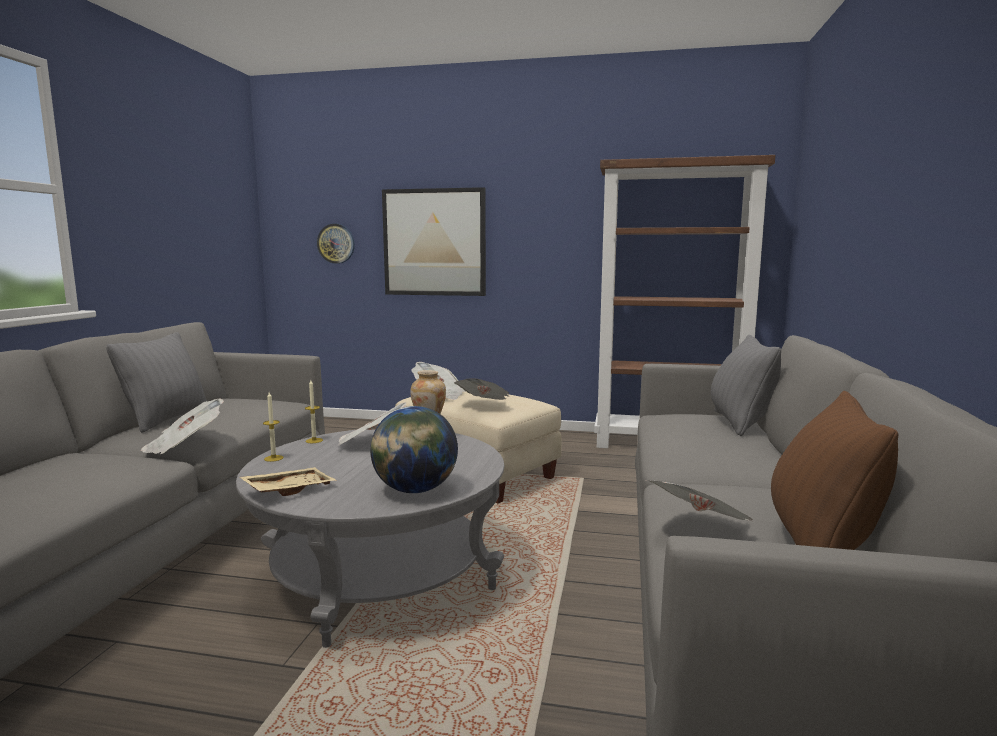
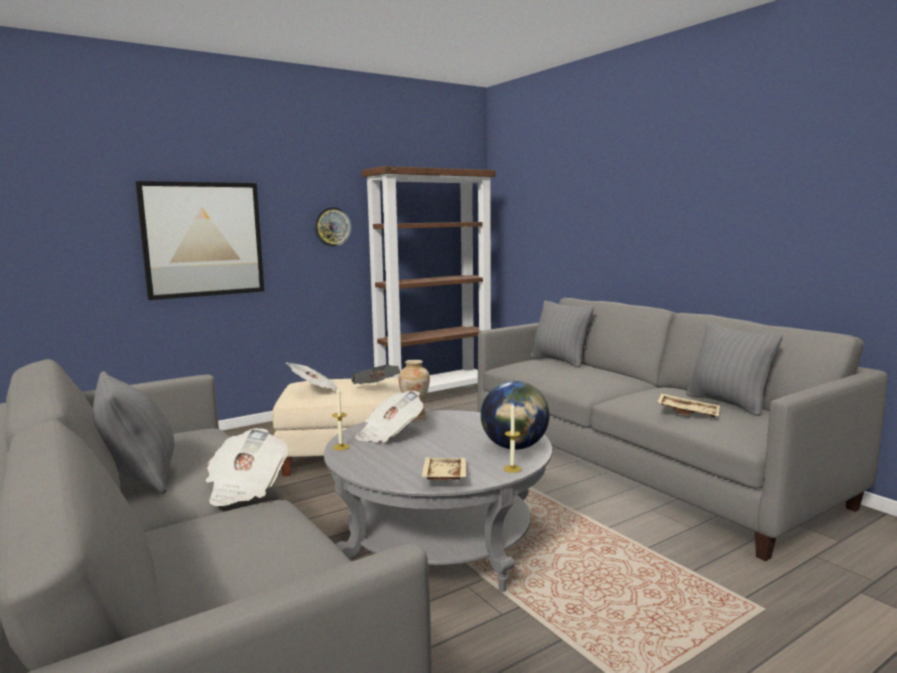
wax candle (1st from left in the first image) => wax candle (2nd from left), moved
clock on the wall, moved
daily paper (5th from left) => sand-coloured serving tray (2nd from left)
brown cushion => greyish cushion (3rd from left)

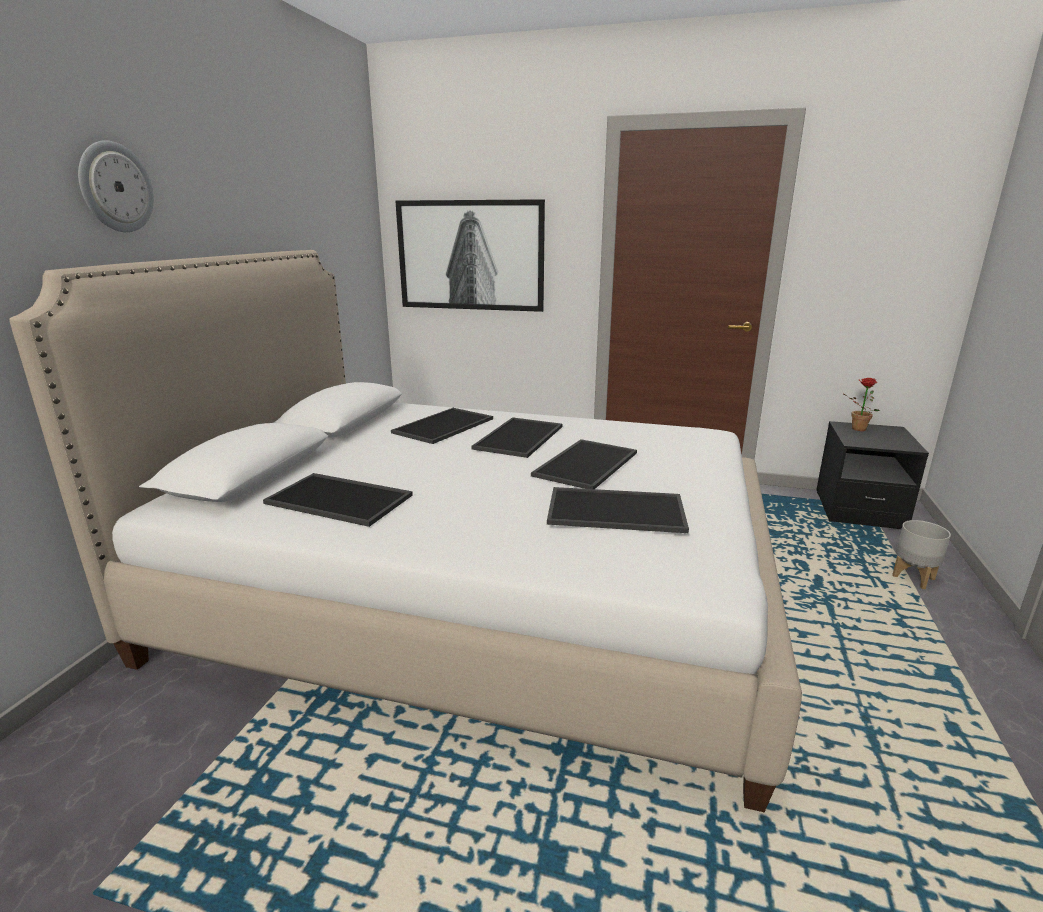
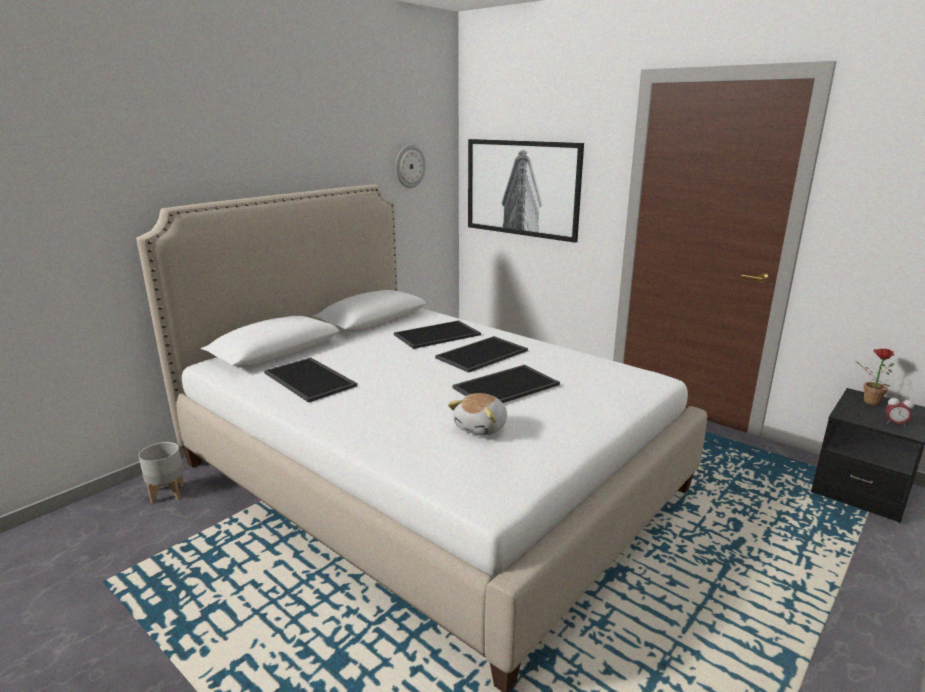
clock on the wall, moved
serving tray (5th from left) => cuddly toy
greyish flower pot, moved
nothing => table clock

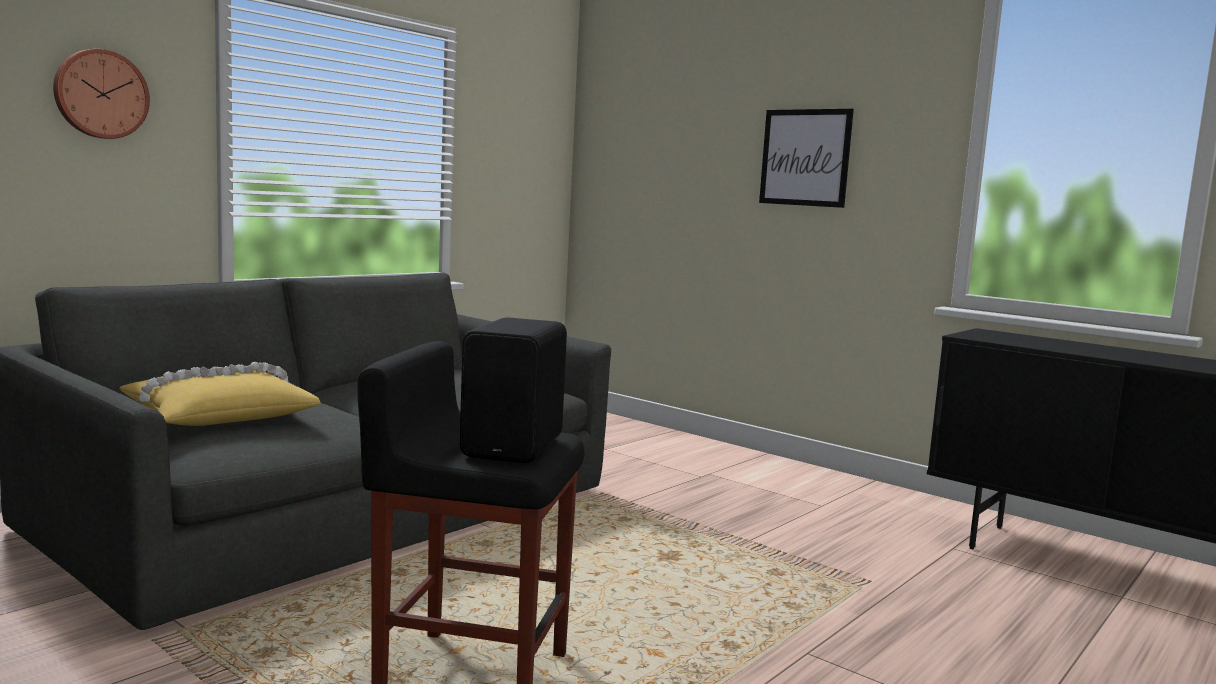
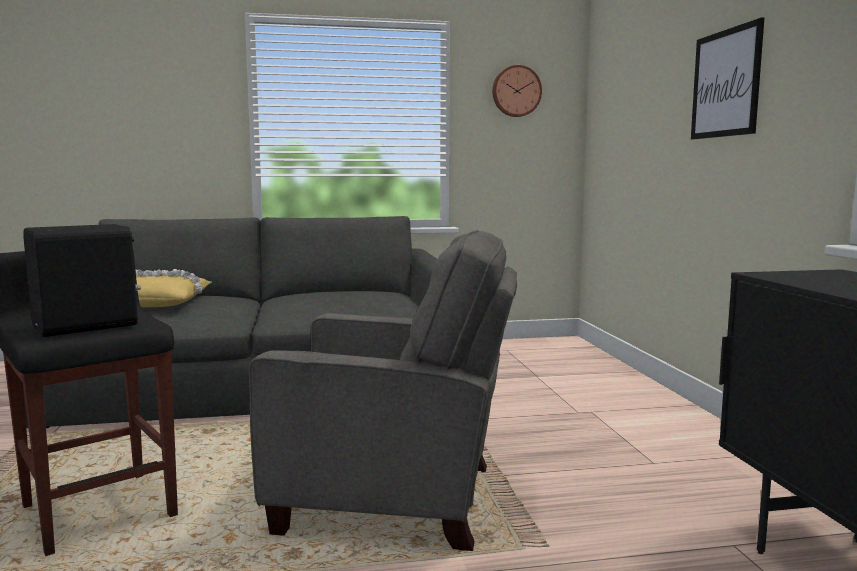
clock on the wall, moved
nothing => greyish armchair

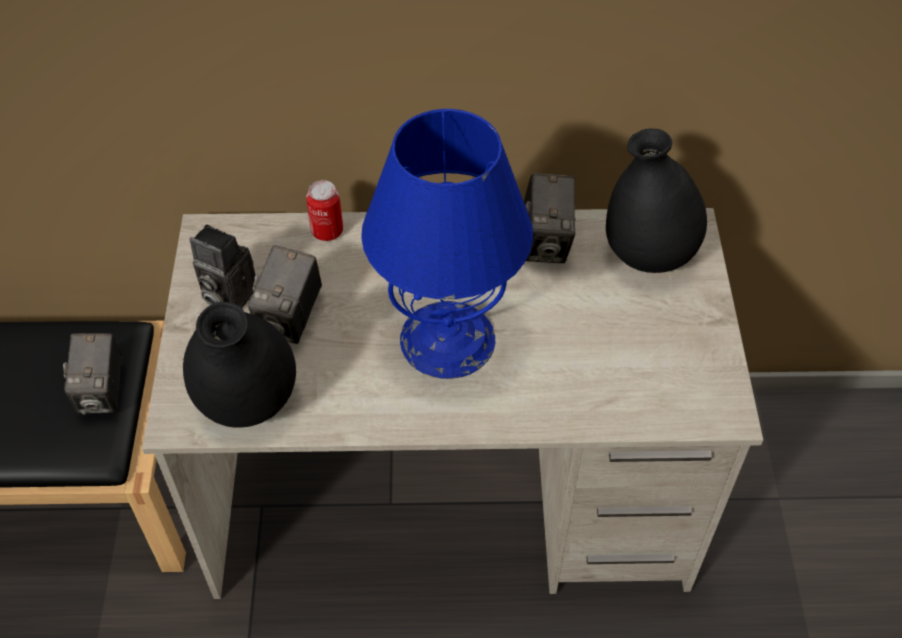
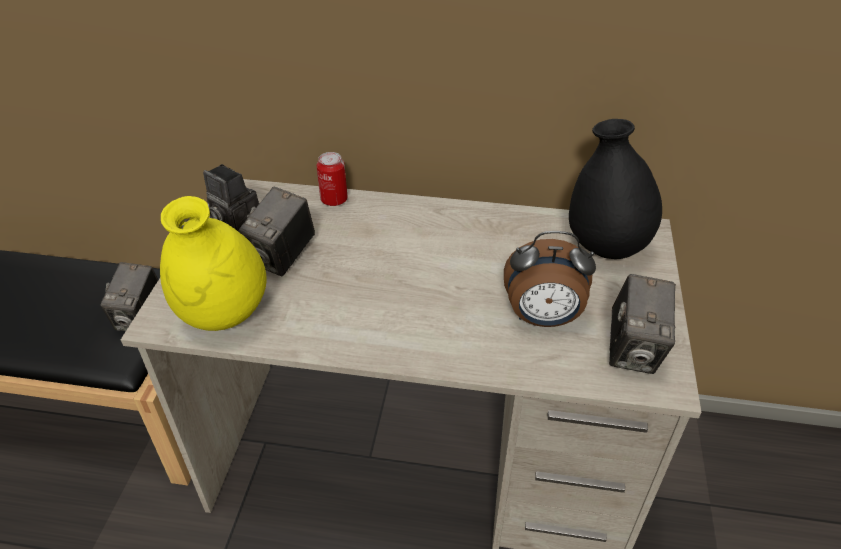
blackish decorative vase (1st from left) => yellow-coloured decorative vase
blue-coloured tabletop lamp => nothing
still camera (4th from left), moved
nothing => table clock

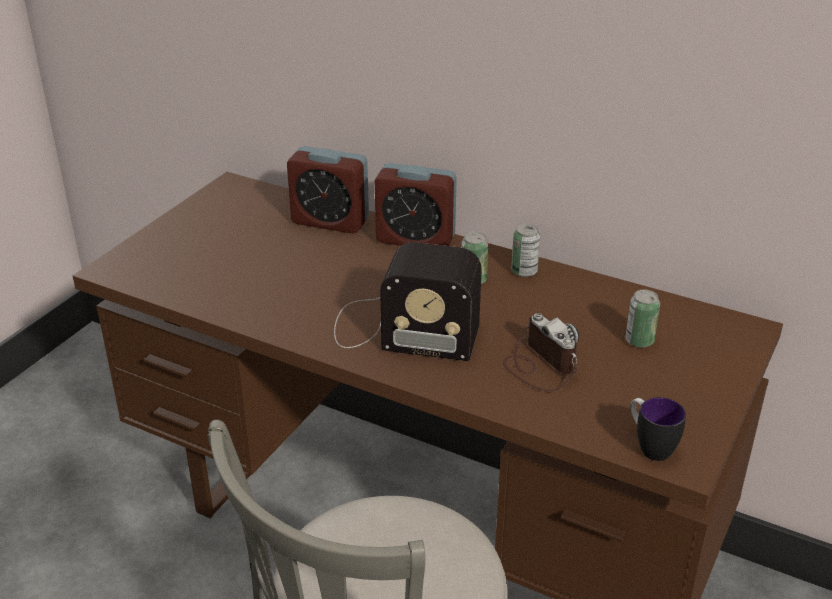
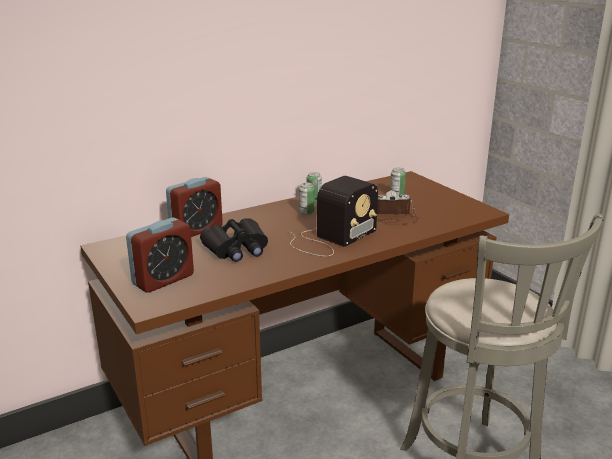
table clock (2nd from left in the first image) => table clock (1st from left), moved
tea mug => nothing
nothing => blackish pair of binoculars

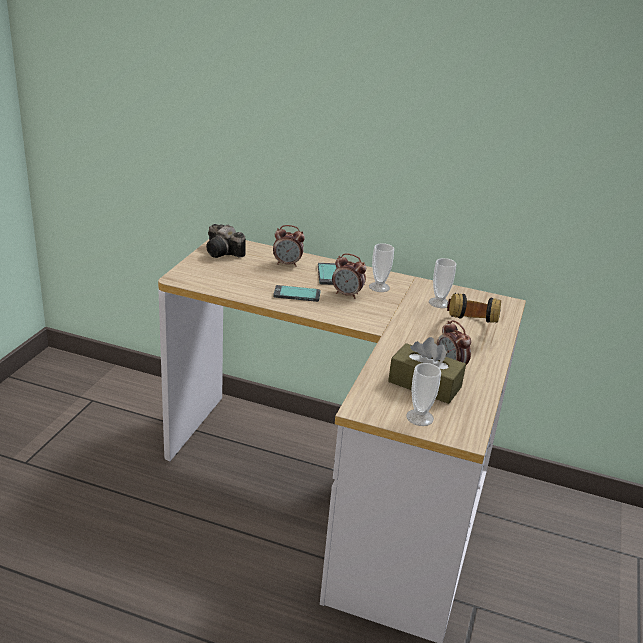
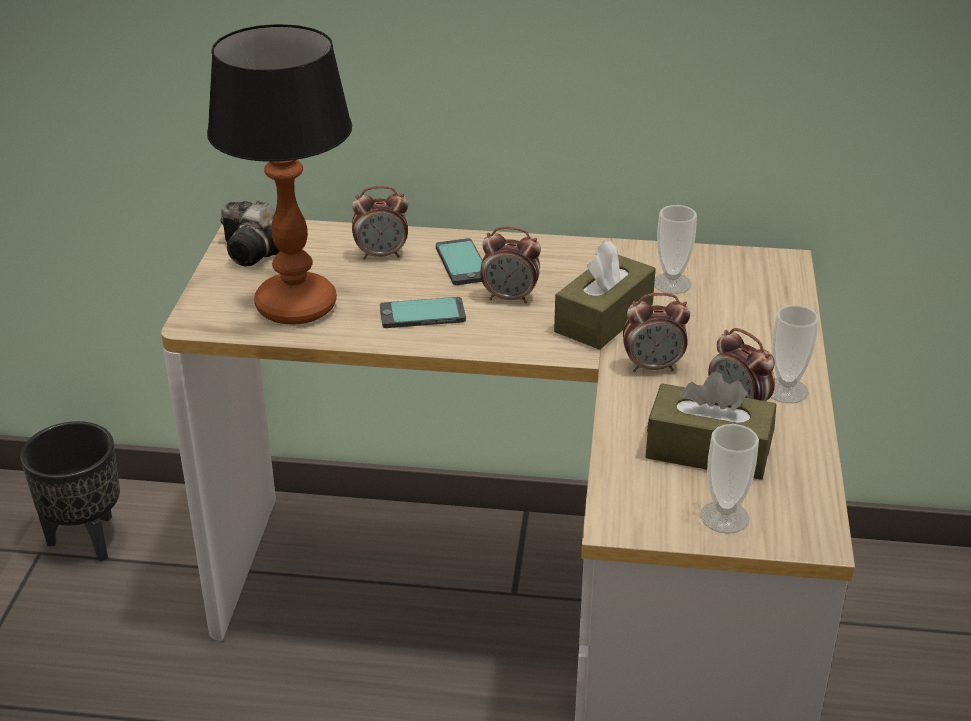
drinking cup (1st from left in the first image) => drinking cup (3rd from left), moved
headphones => nothing
nothing => blackish flower pot
nothing => tabletop lamp
nothing => brown tissue holder (1st from left)
nothing => table clock (3rd from left)

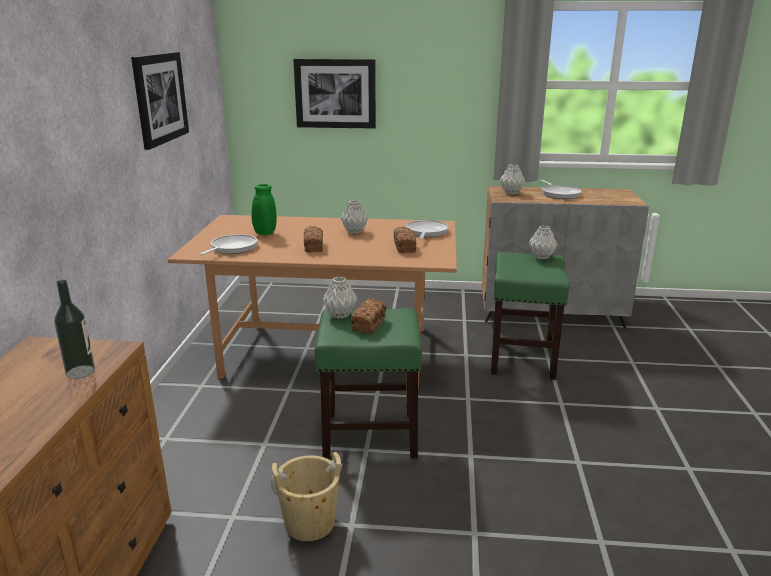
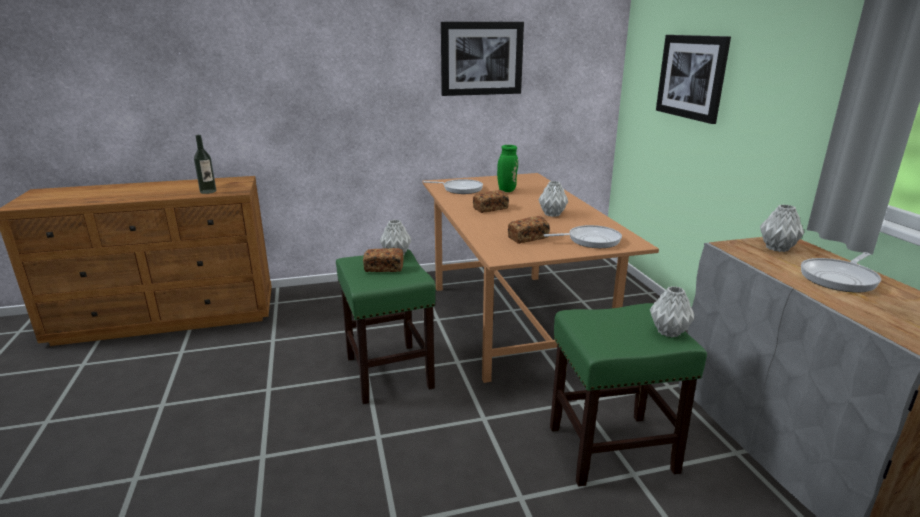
sand-coloured bucket => nothing

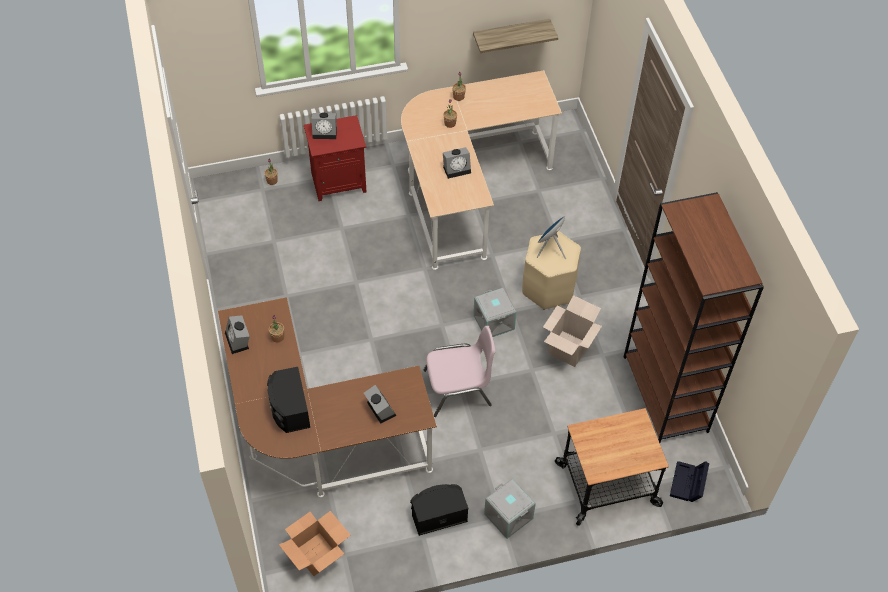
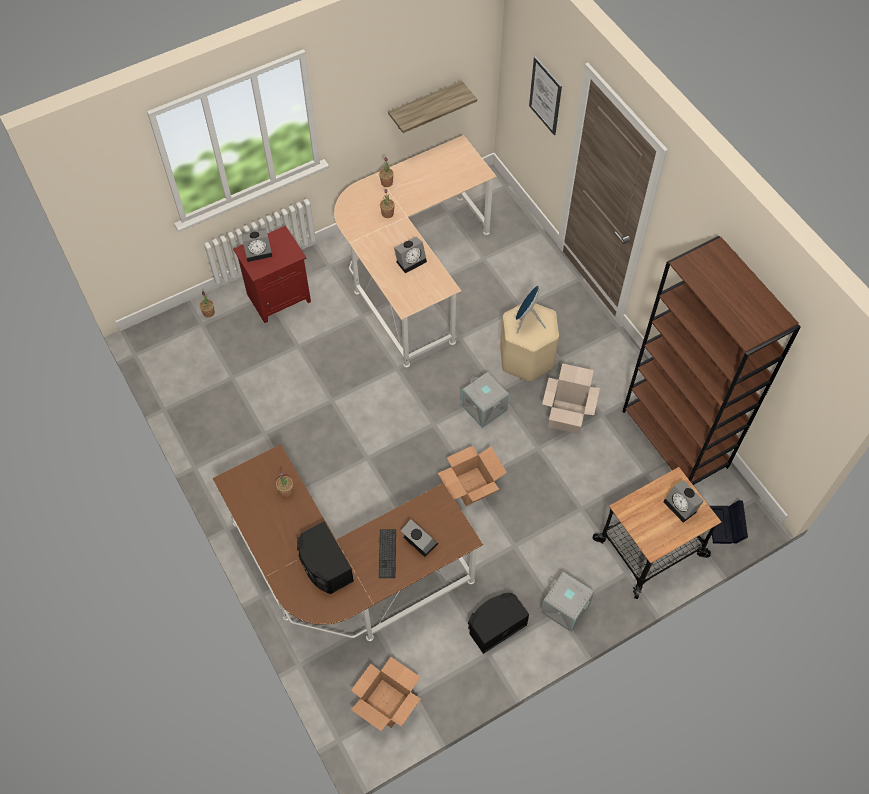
table clock (1st from left in the first image) => table clock (4th from left), moved
pink-coloured upright chair => packing box (2nd from left)
nothing => PC keyboard
nothing => picture

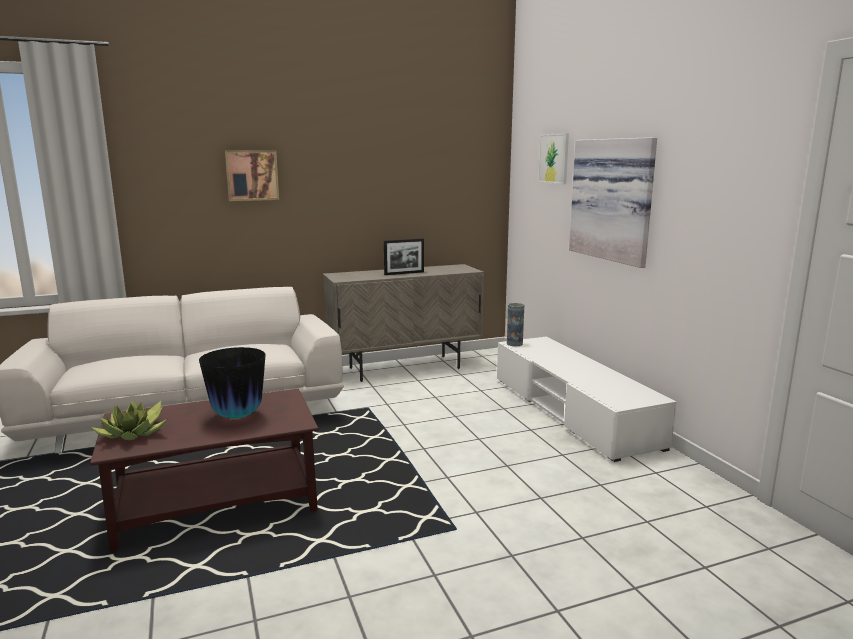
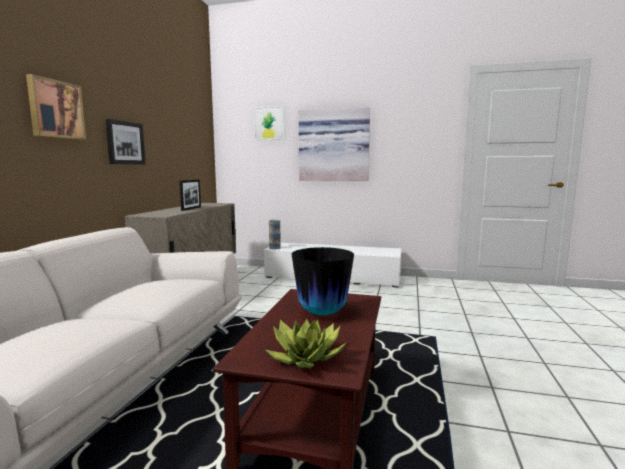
nothing => picture (2nd from left)

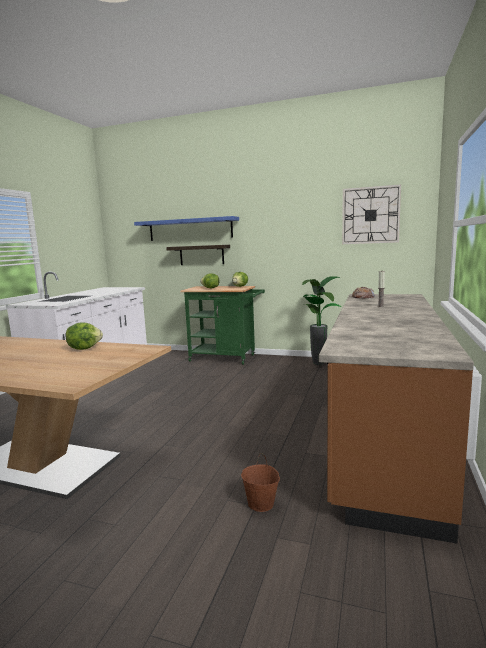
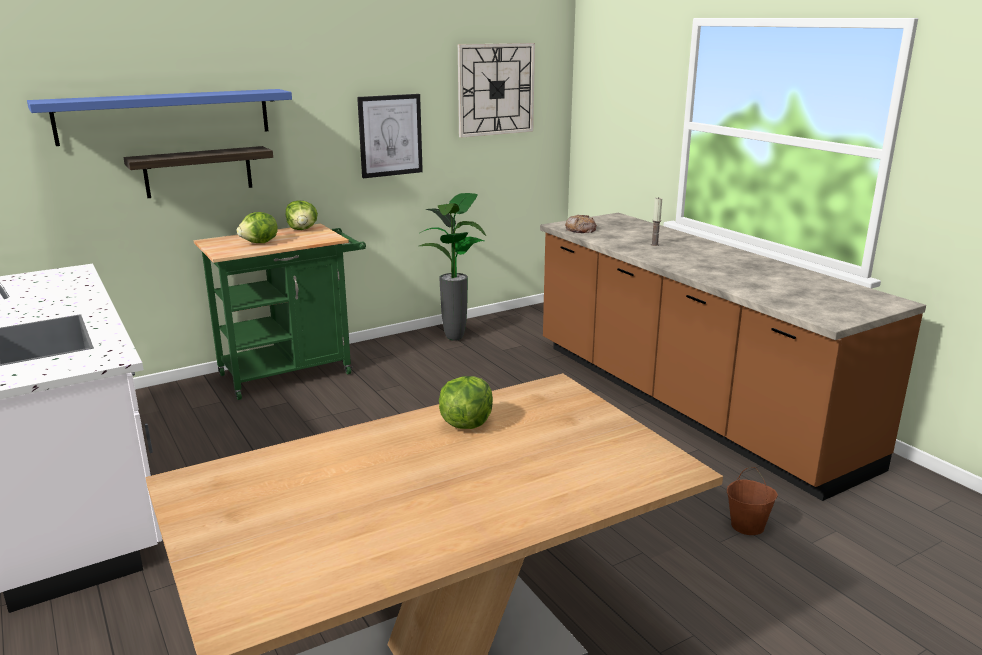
nothing => picture

